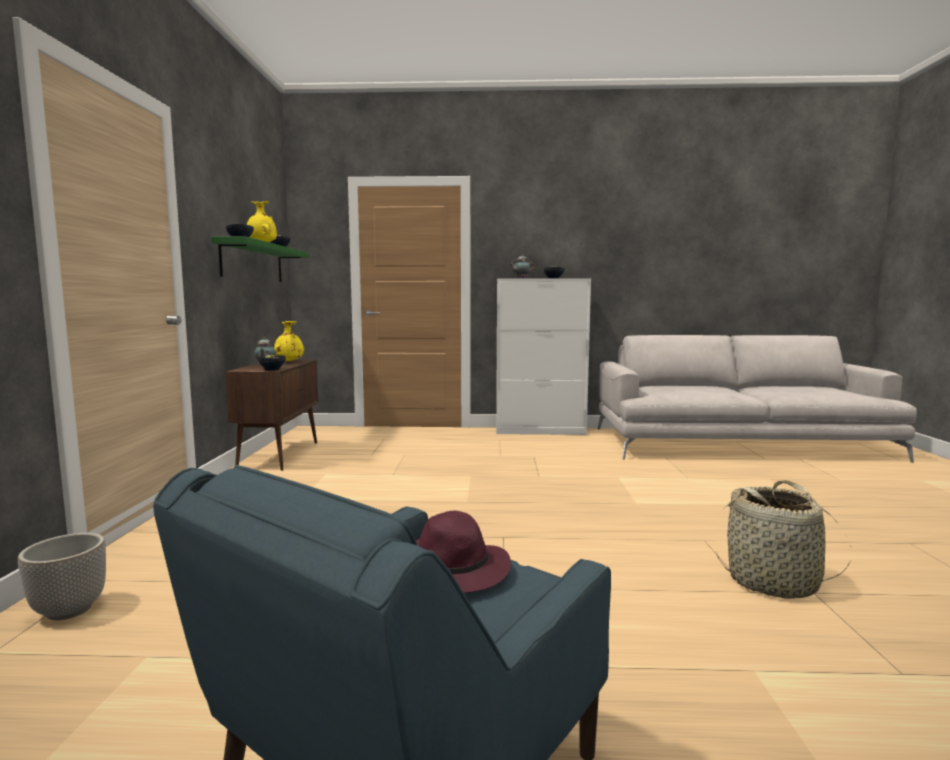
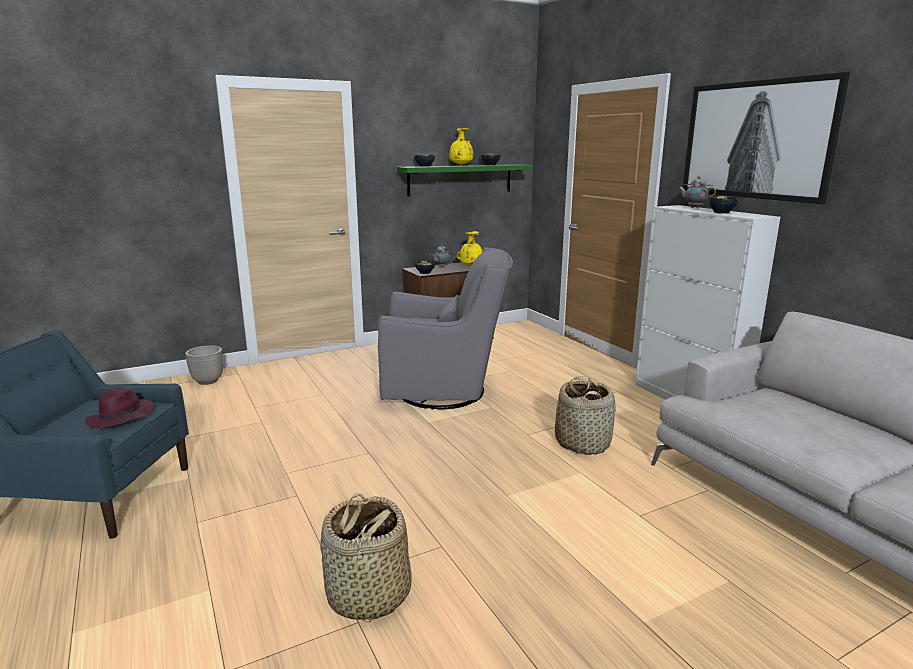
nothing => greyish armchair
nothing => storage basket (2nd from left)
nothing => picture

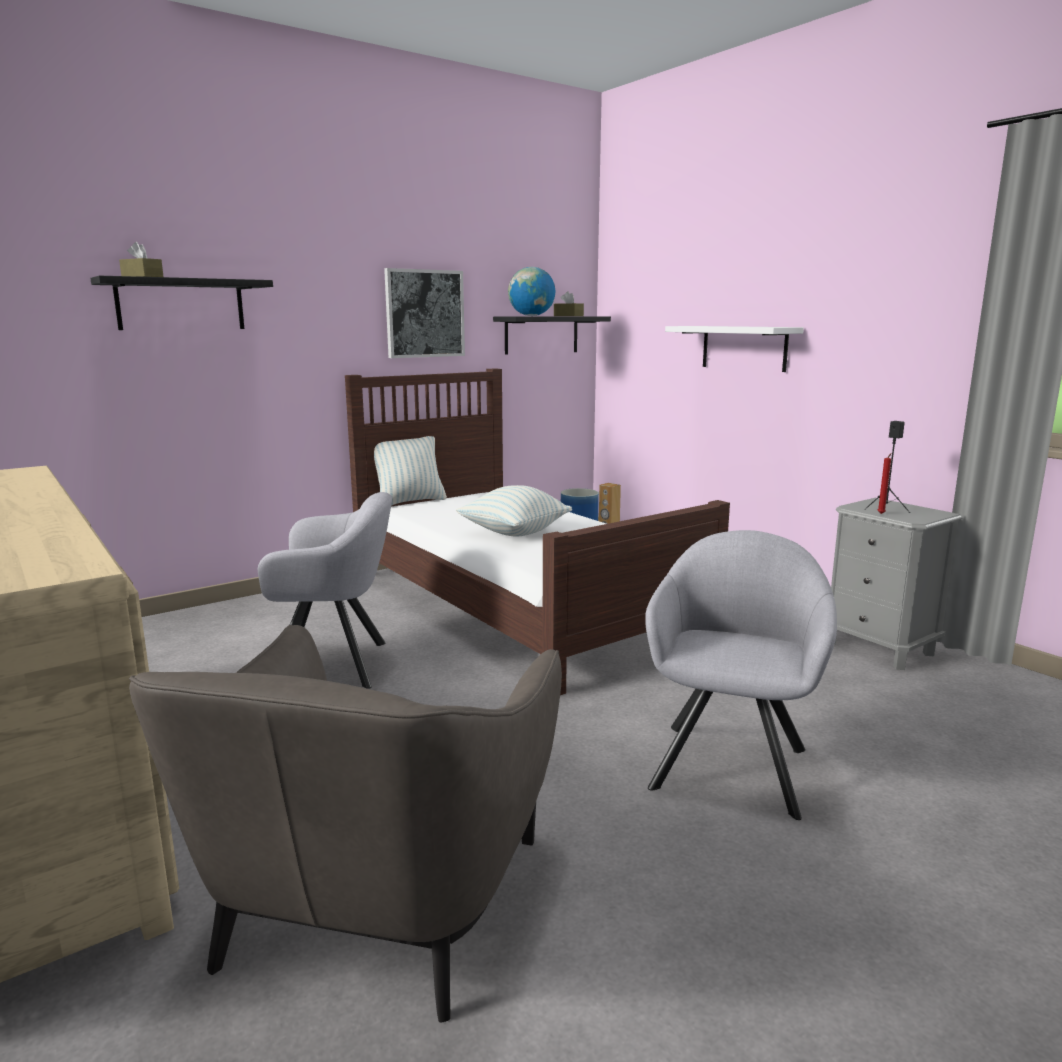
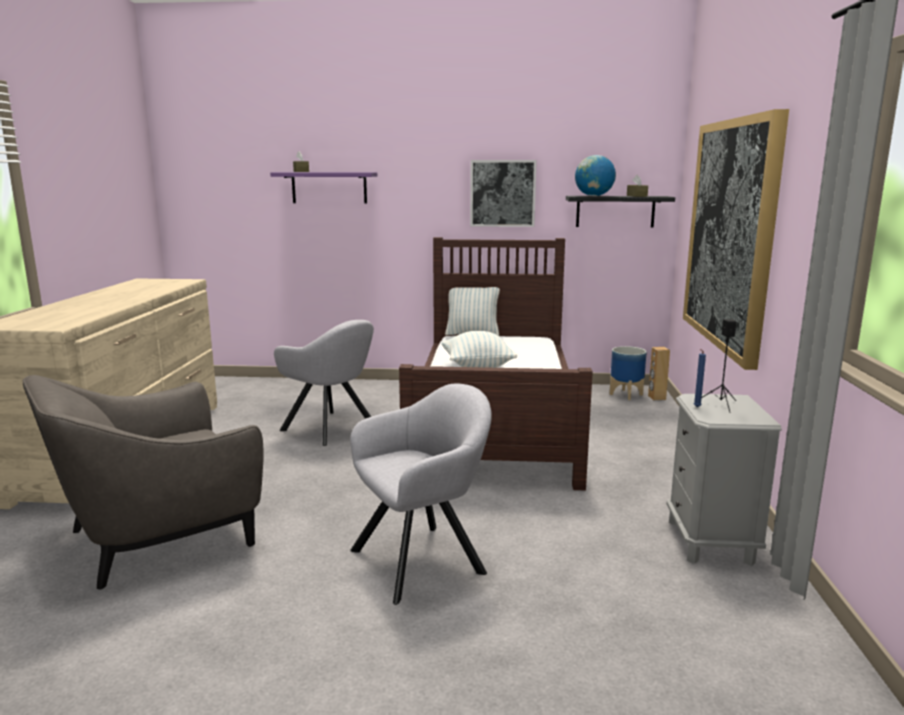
blackish shelf (1st from left) => purplish shelf
white shelf => picture (2nd from left)
red-coloured wax candle => blue-coloured wax candle

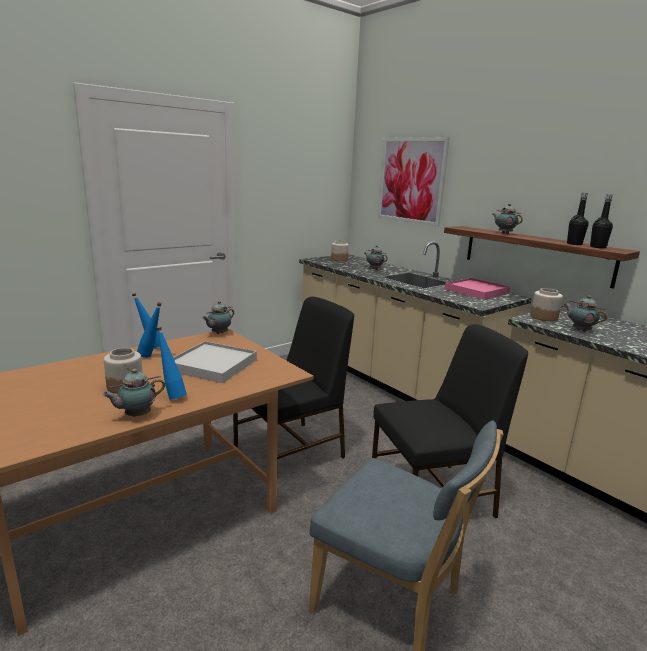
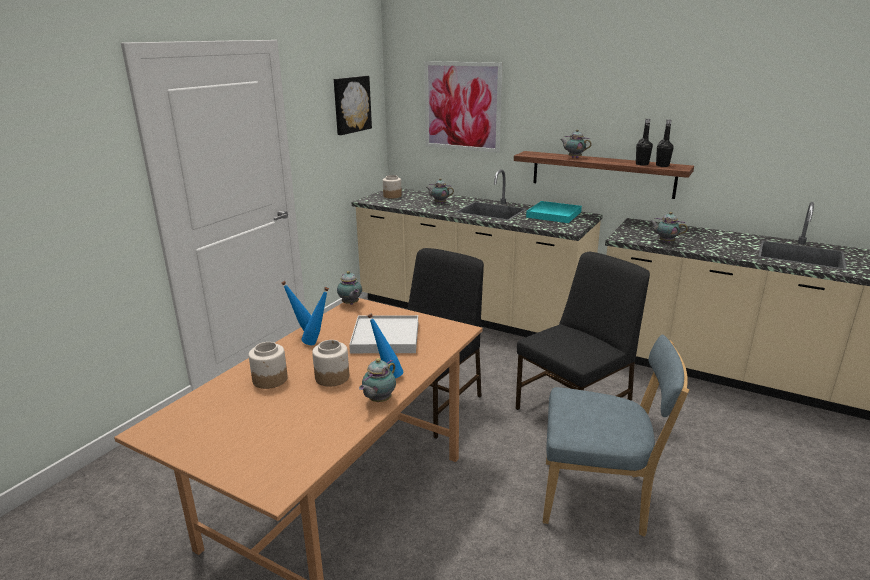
tea pot (2nd from left in the first image) => tea pot (1st from left), 45 degrees counterclockwise
pink-coloured serving tray => turquoise serving tray
storage jar (3rd from left in the first image) => storage jar (1st from left), moved
nothing => picture (1st from left)

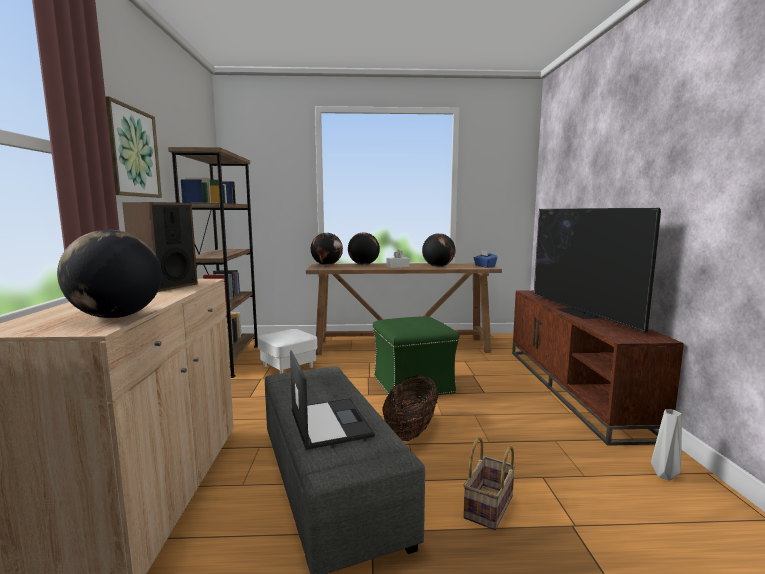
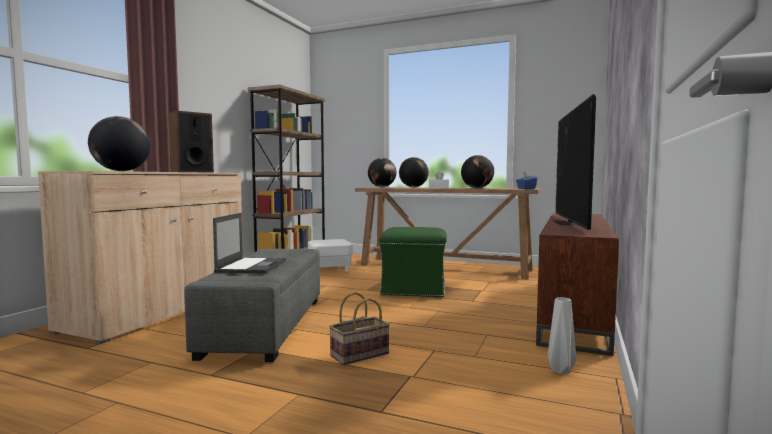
picture => nothing
storage basket (1st from left) => nothing

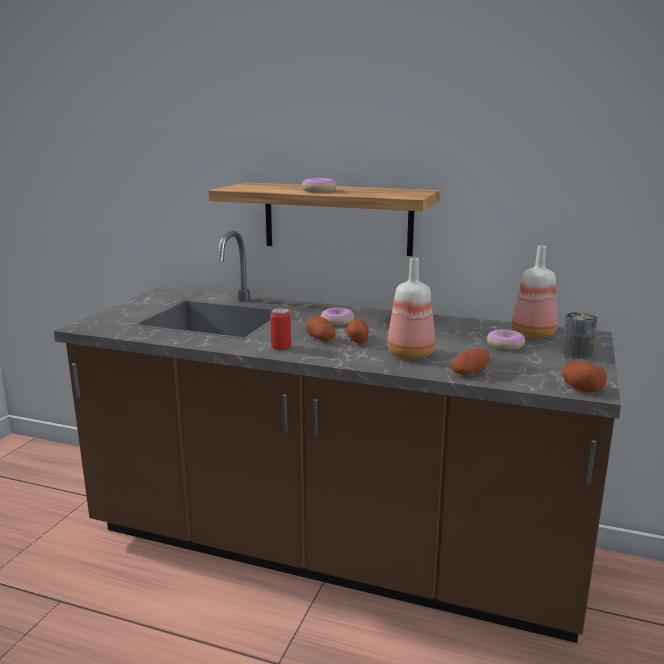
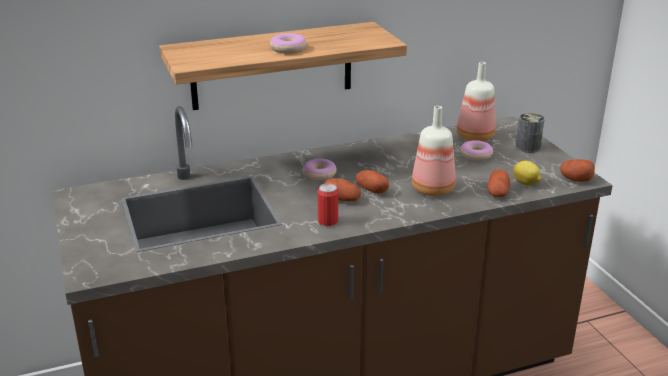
nothing => lemon

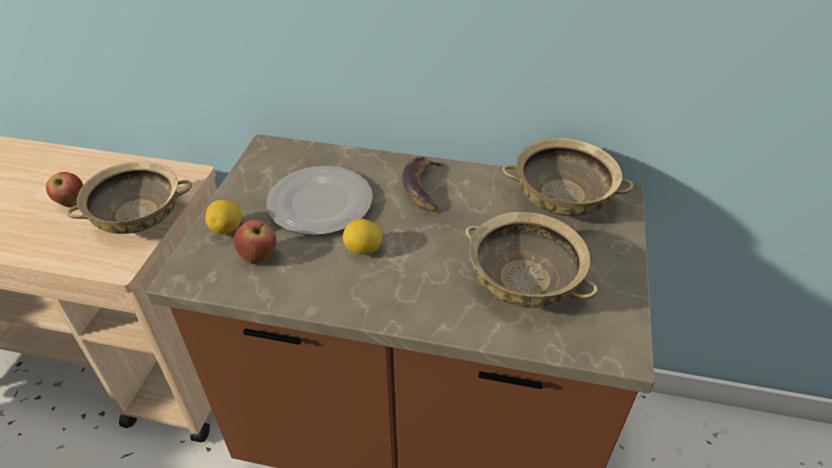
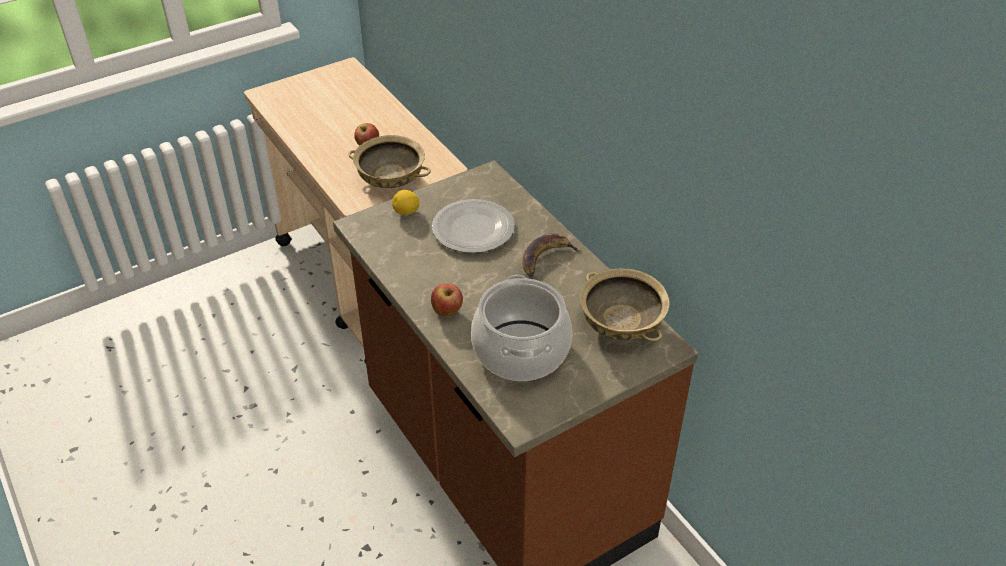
apple (2nd from left), moved
lemon (2nd from left) => nothing
sand-coloured serving bowl (2nd from left) => saucepot

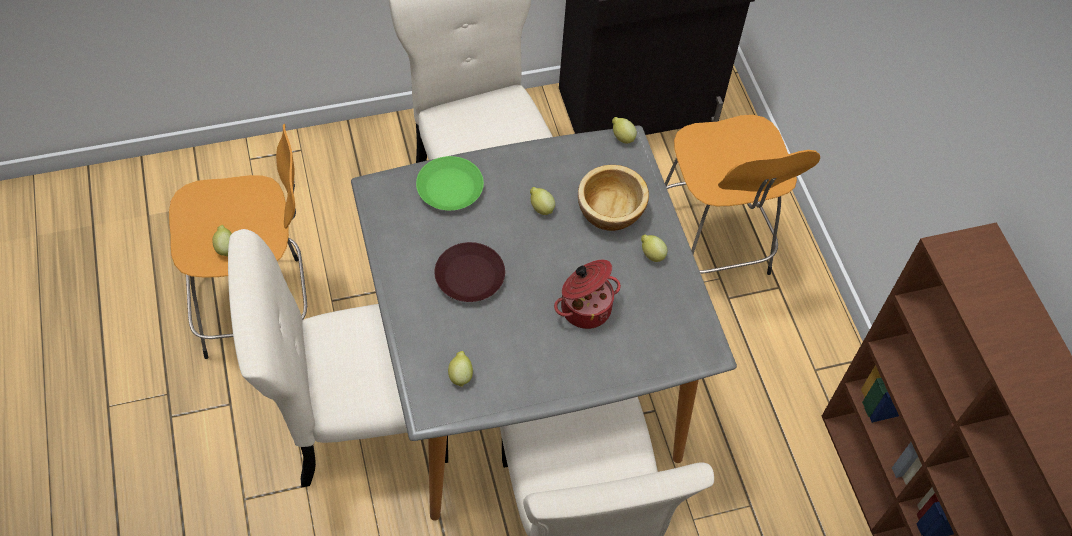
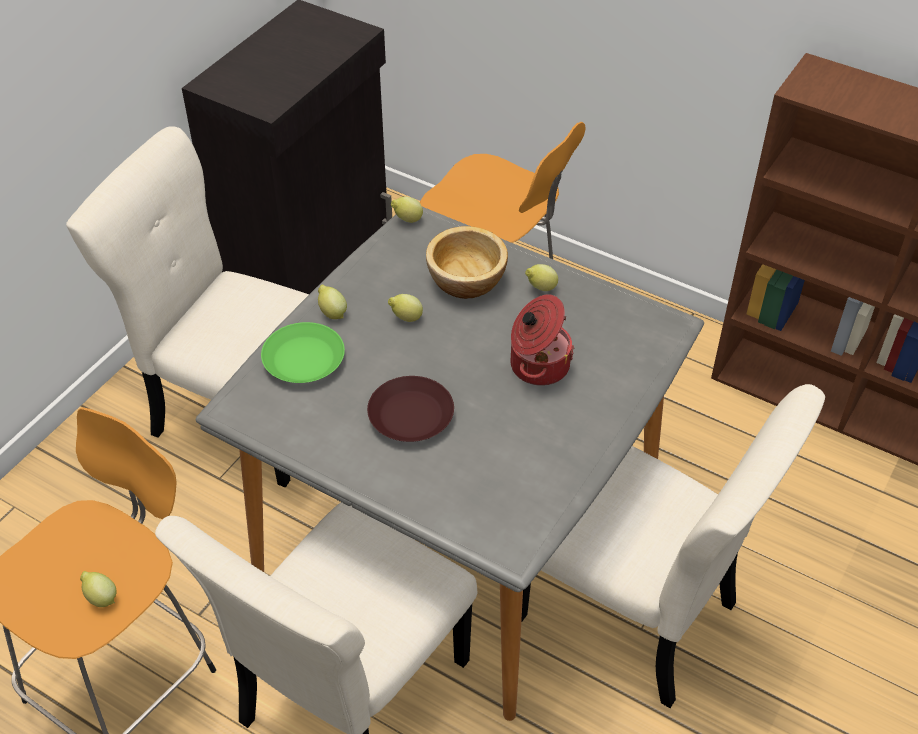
lemon (2nd from left), moved

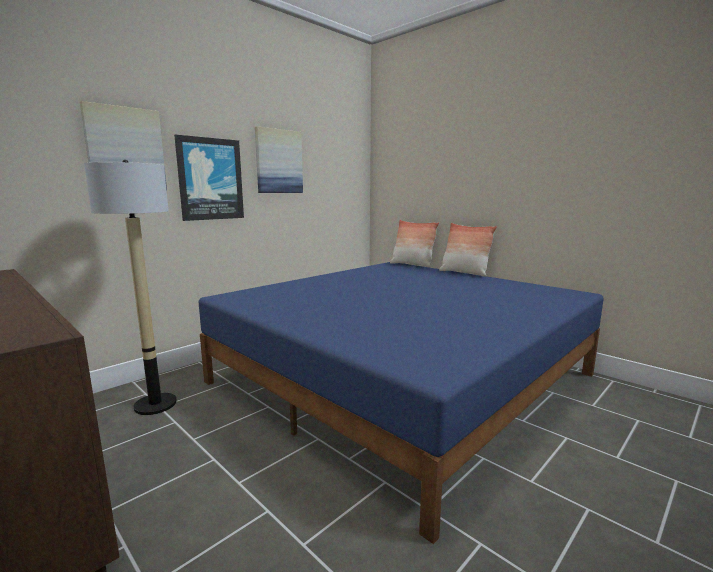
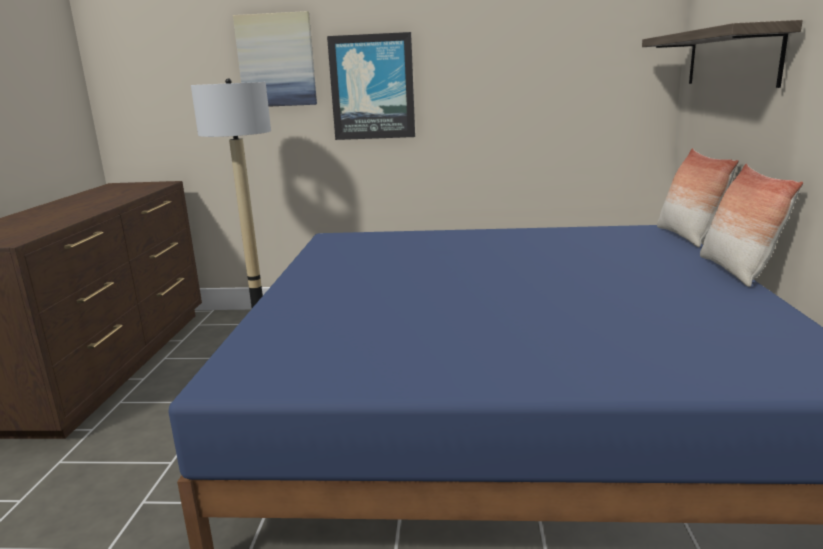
picture (3rd from left) => nothing
nothing => shelf

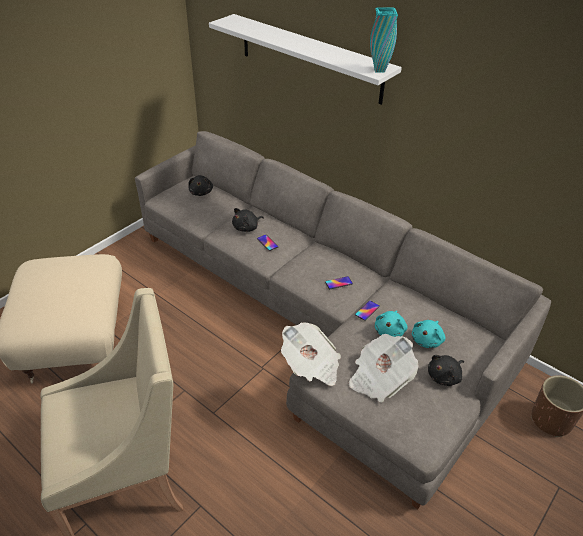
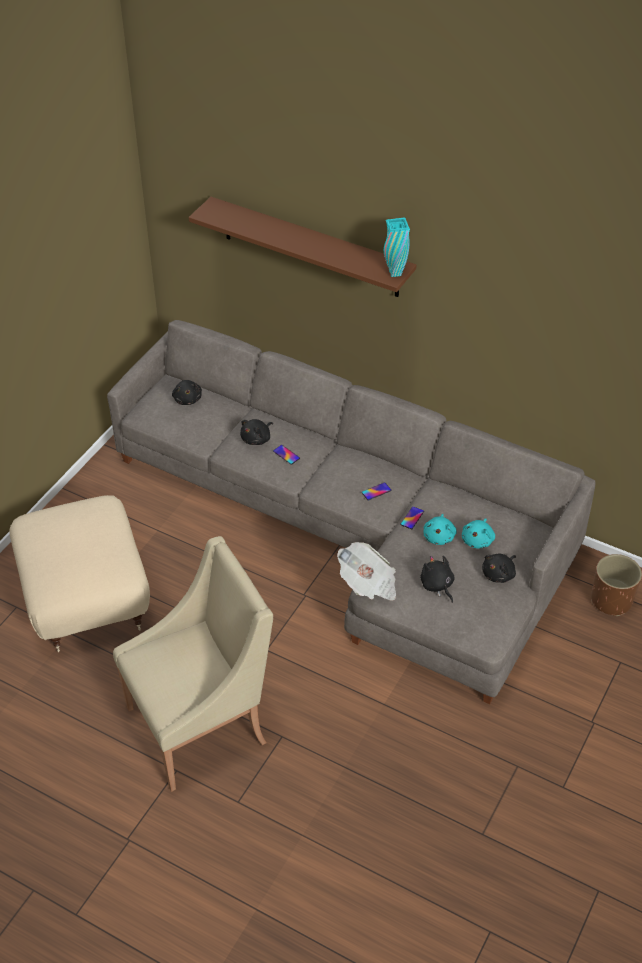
white shelf => brown shelf
daily paper (2nd from left) => blackish cuddly toy (3rd from left)

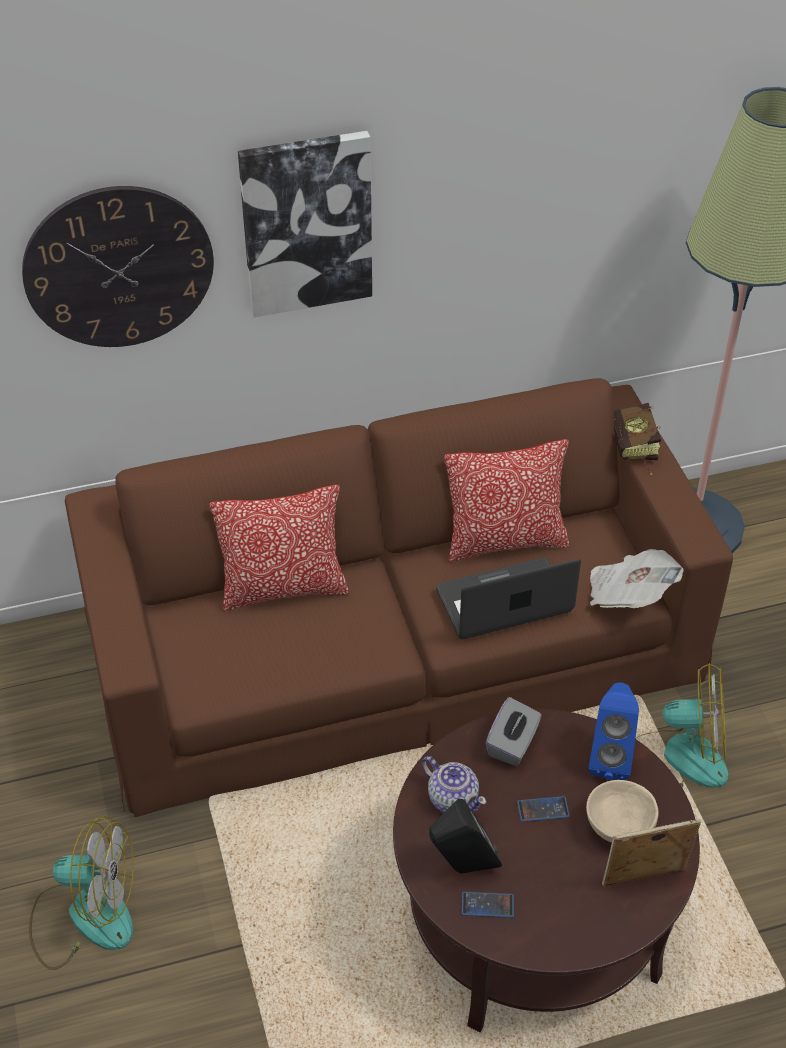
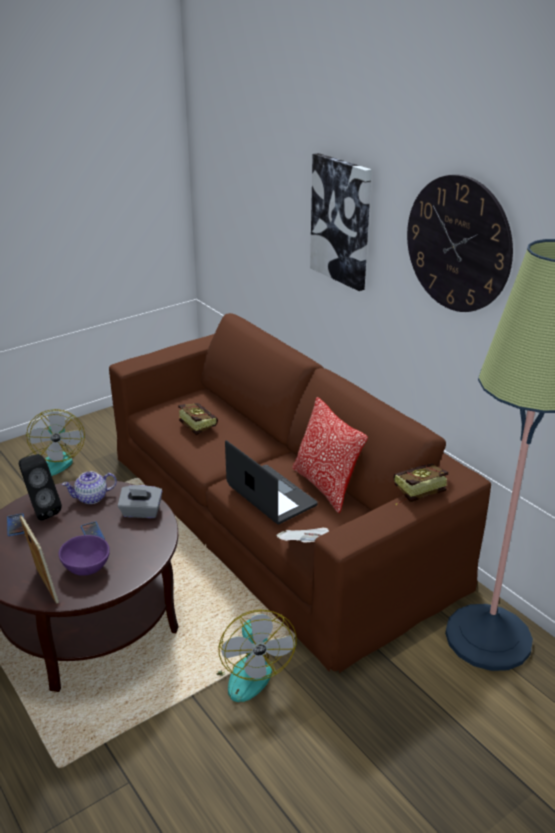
clock on the wall, moved
cushion (1st from left) => nothing
tea pot, 45 degrees clockwise
sand-coloured serving bowl => purplish serving bowl
blue-coloured speaker => nothing
nothing => bound book (1st from left)

